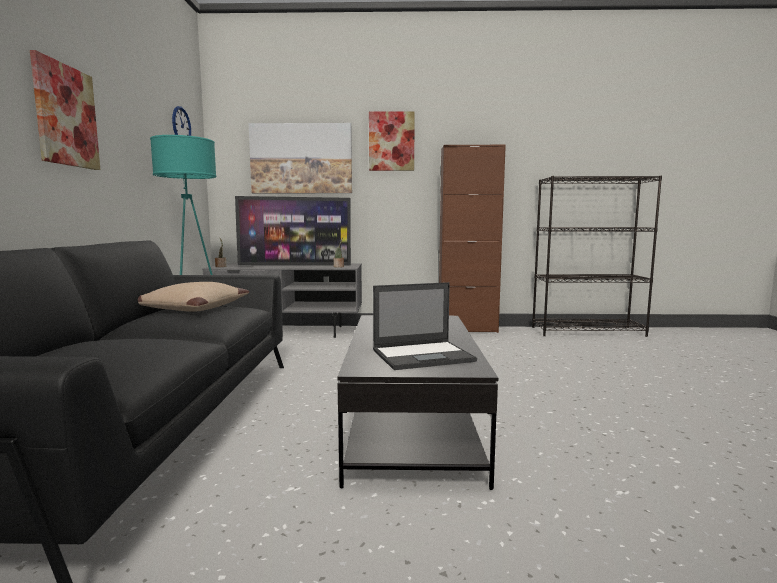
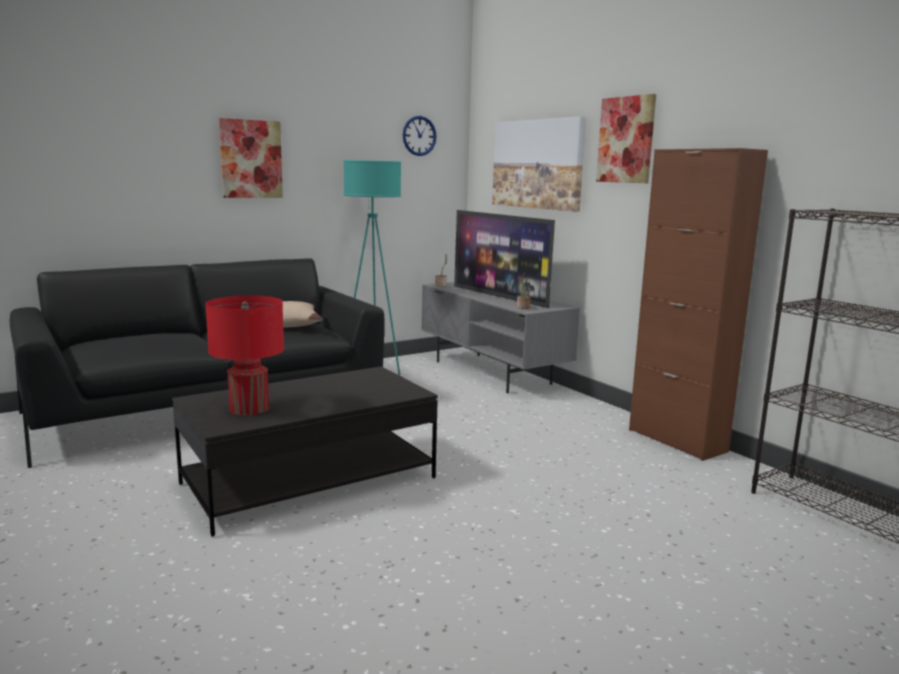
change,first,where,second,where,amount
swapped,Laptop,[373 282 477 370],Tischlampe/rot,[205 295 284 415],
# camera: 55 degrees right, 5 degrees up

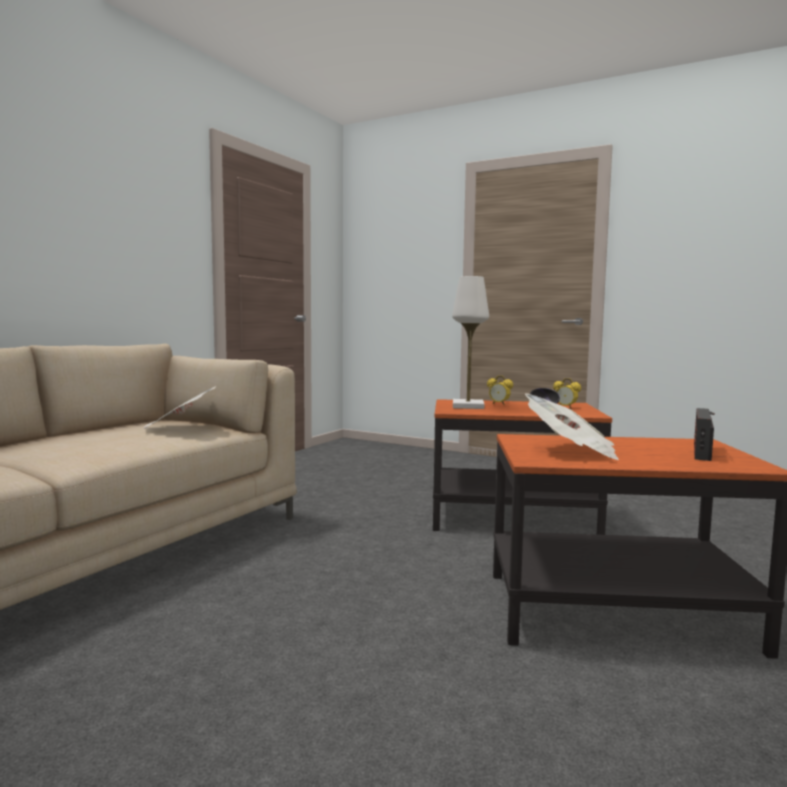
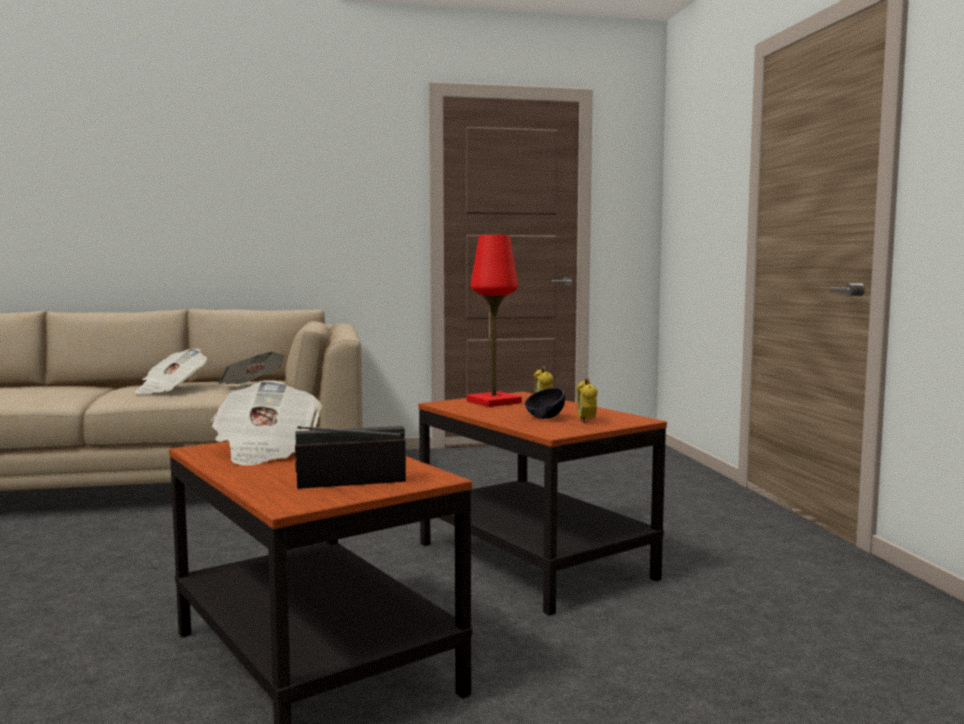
change,first,where,second,where,amount
new,,,Zeitung,[135 348 207 394],
repainted,Tischlampe/weiß,[452 276 489 409],Tischlampe/rot,[467 235 522 407],
# camera: 50 degrees right, 0 degrees up

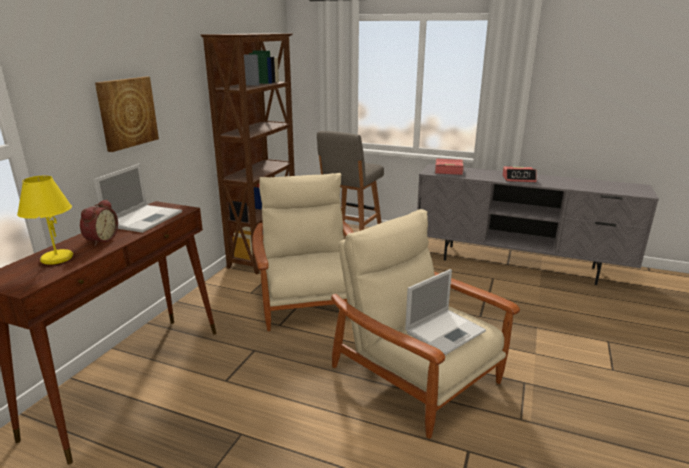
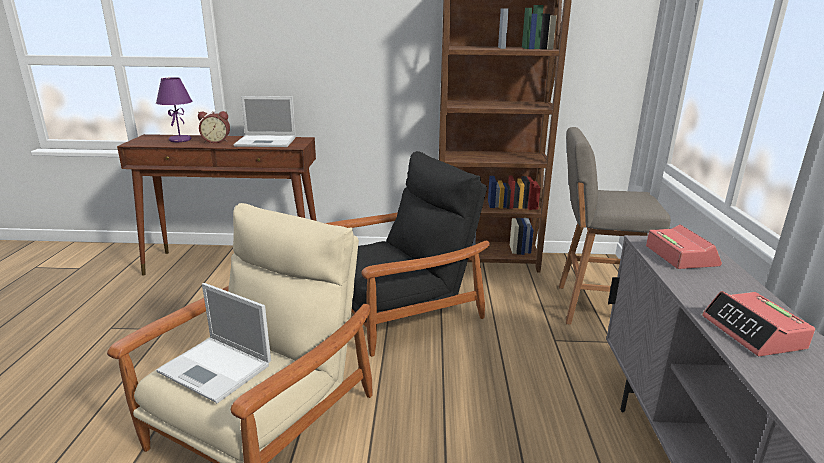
change,first,where,second,where,amount
gone,Bild,[95 77 159 152],,,
repainted,Tischlampe/gelb,[17 176 73 265],Tischlampe/lila,[156 77 193 142],
repainted,Sessel/beige,[252 173 354 331],Sessel/schwarz,[325 151 490 357],
# camera: 70 degrees right, 0 degrees up

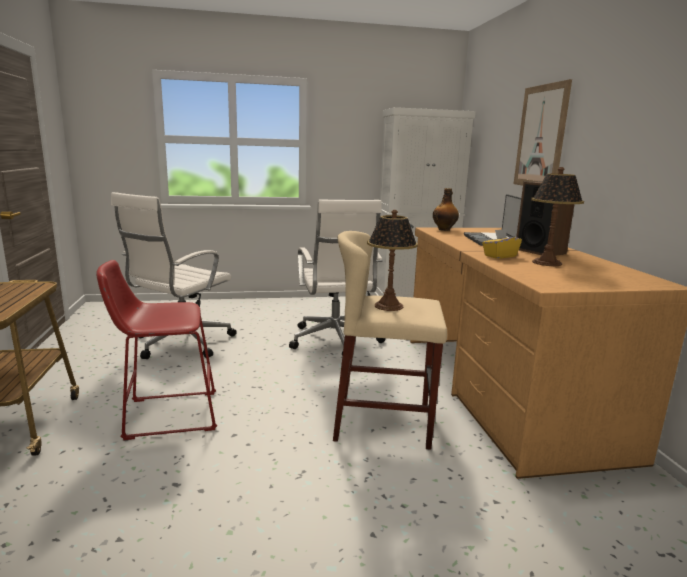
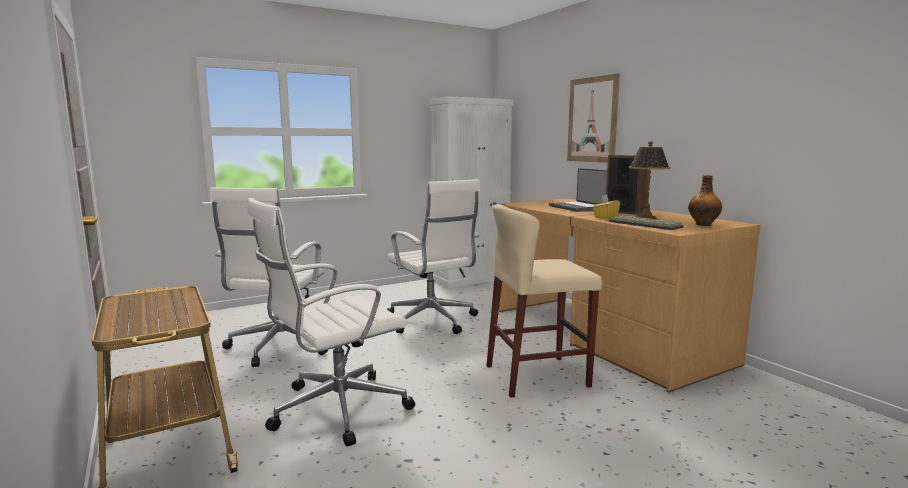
change,first,where,second,where,amount
gone,Tischlampe,[367 210 418 311],,,
new,,,Tastatur,[609 215 684 230],
shifted,Flasche,[433 188 459 231],,[688 175 722 226],
swapped,Hocker/rot,[96 260 217 440],Bürostuhl/weiß,[247 198 415 446],
# camera: 20 degrees left, 5 degrees down

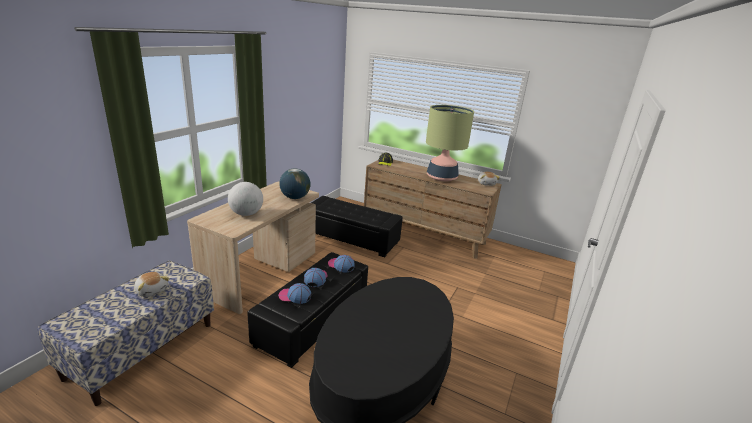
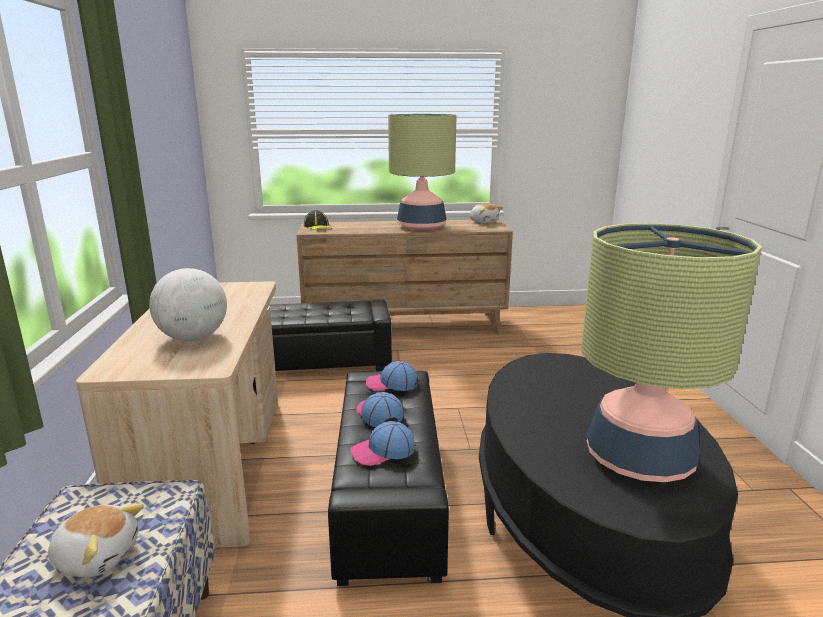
change,first,where,second,where,amount
gone,Globus,[279 169 311 199],,,
new,,,Tischlampe,[582 223 762 482],
# camera: 30 degrees left, 5 degrees down

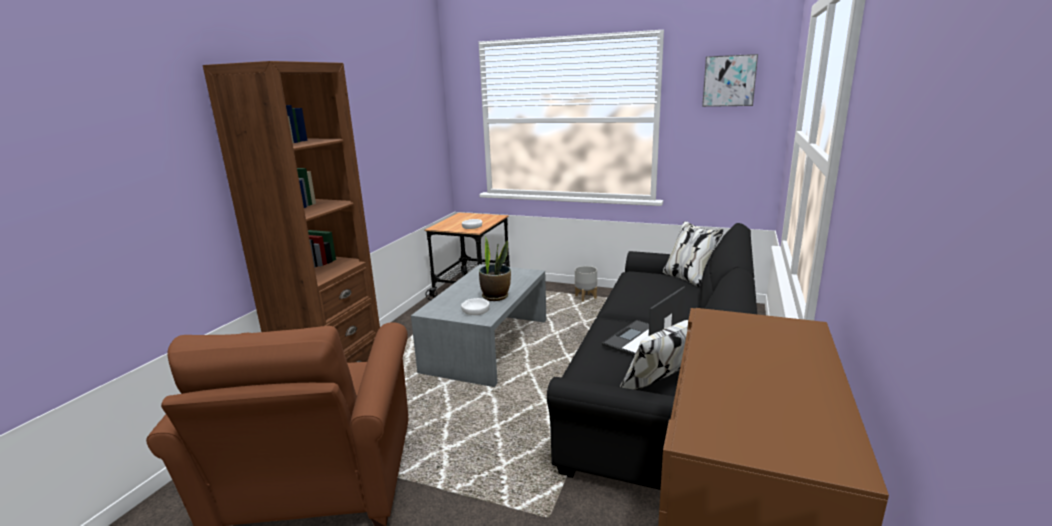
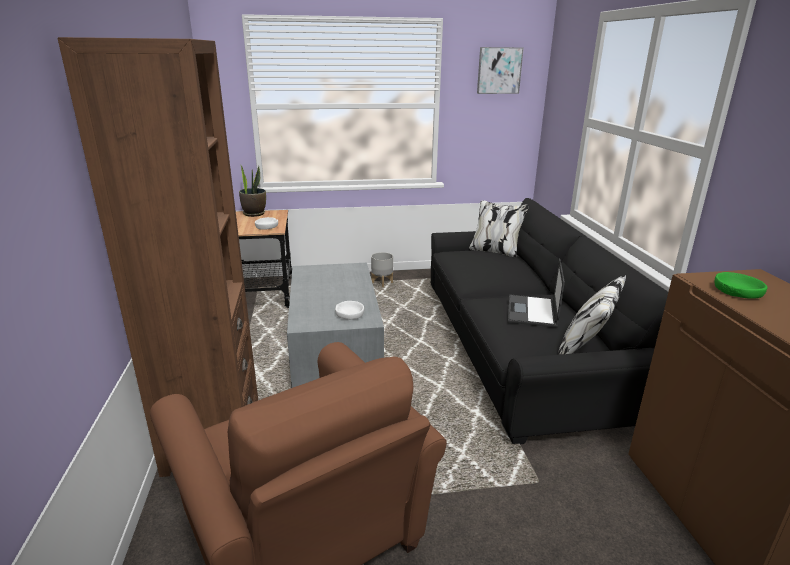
change,first,where,second,where,amount
new,,,Schüssel/grün,[715 272 767 299],
shifted,Topfpflanze,[479 237 511 301],,[239 164 266 217],
# camera: 30 degrees left, 5 degrees up

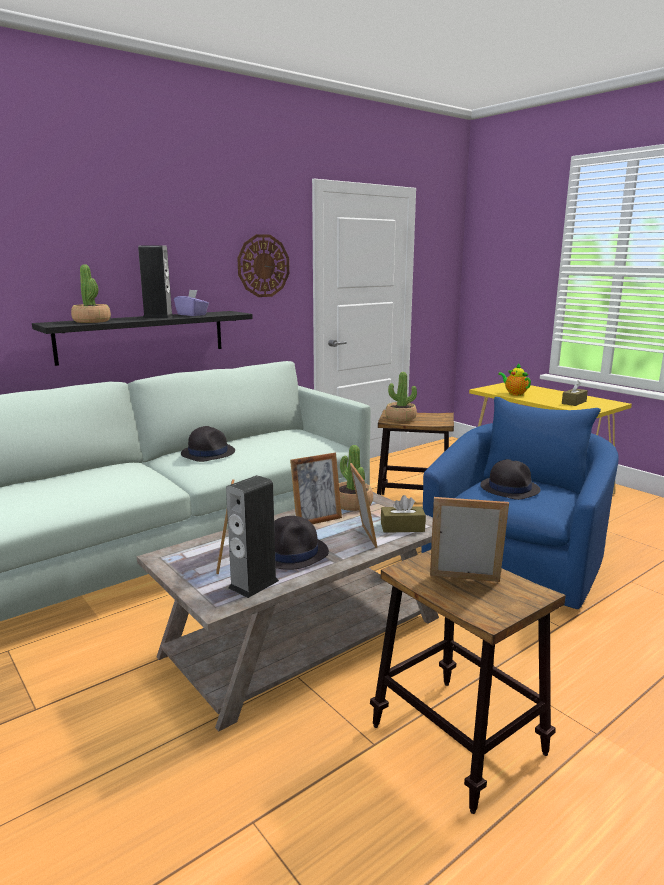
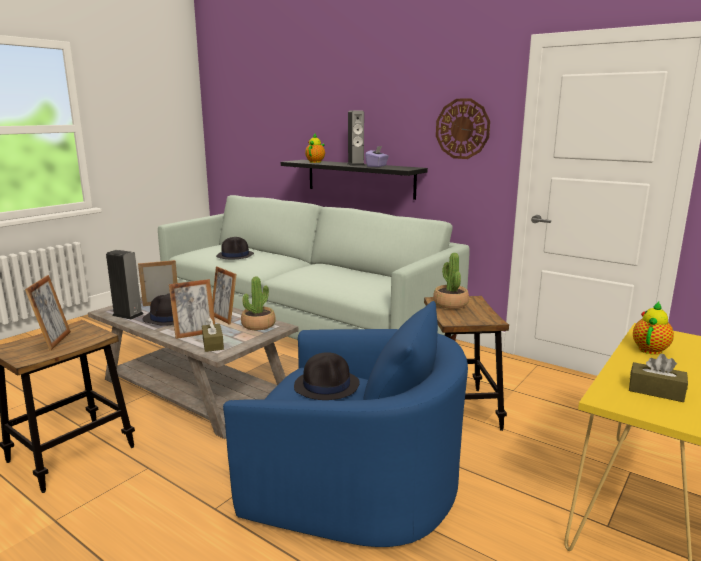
change,first,where,second,where,amount
shifted,Hut/schwarz,[181 426 235 462],,[216 237 254 259],
swapped,Topfpflanze,[71 265 111 323],Teekanne,[305 134 325 163],
# camera: 75 degrees right, 0 degrees up

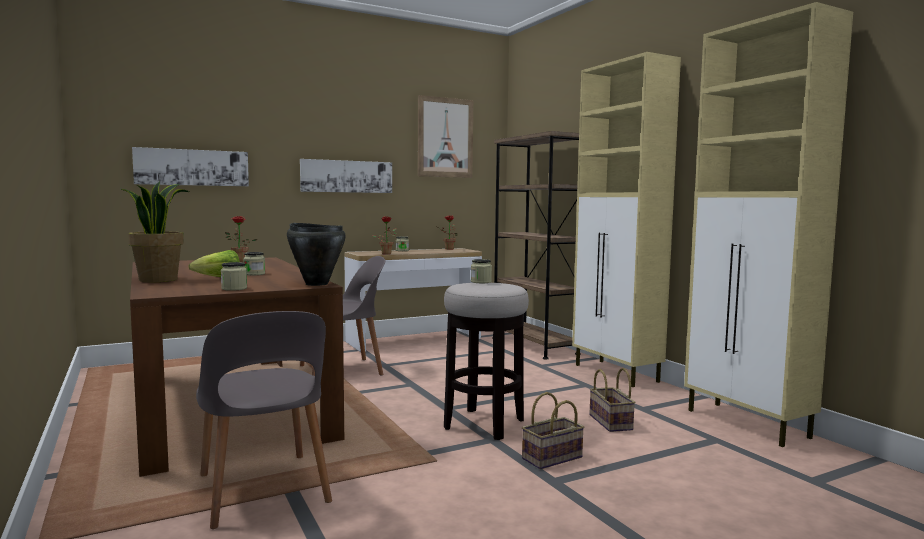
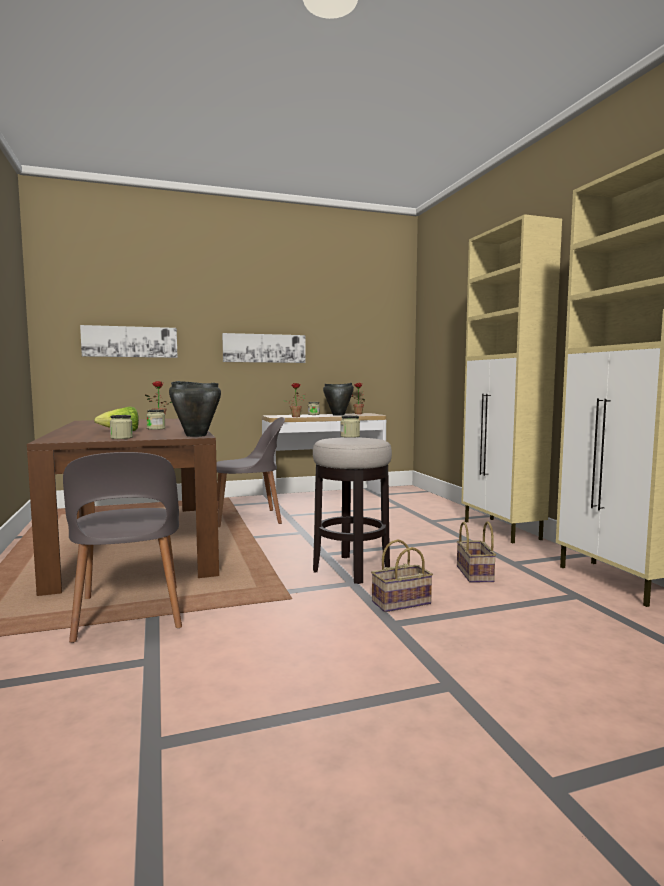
change,first,where,second,where,amount
gone,Topfpflanze,[121 181 189 282],,,
gone,Bild,[418 95 473 178],,,
gone,Bücherregal/braun,[492 131 581 360],,,
new,,,Kochtopf/schwarz,[323 383 354 416],
# camera: 10 degrees right, 0 degrees up

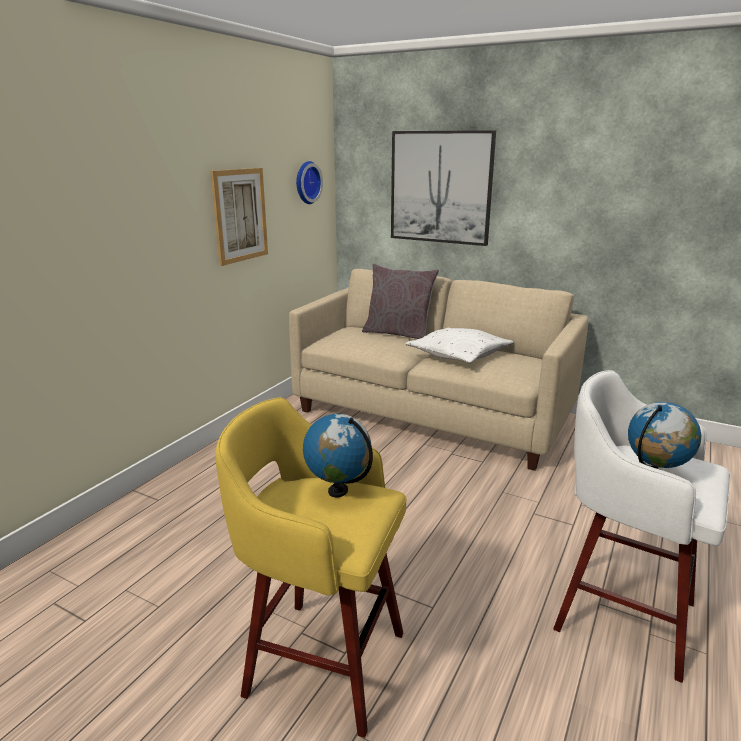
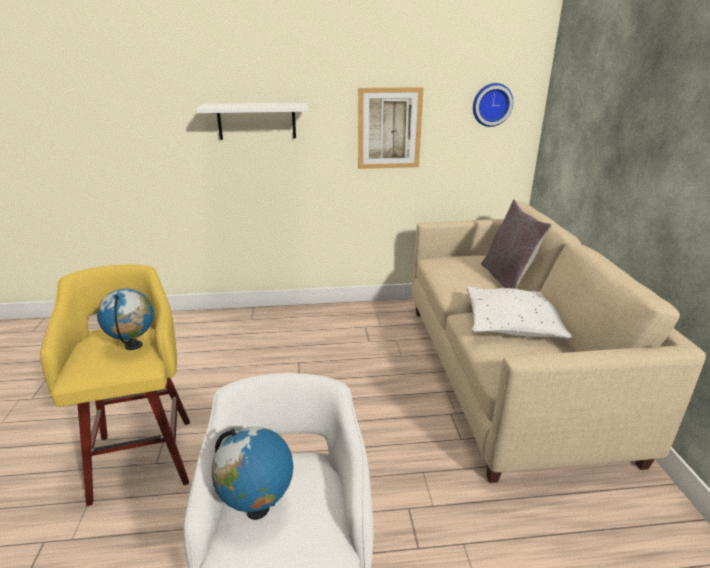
change,first,where,second,where,amount
gone,Bild,[391 130 496 246],,,
new,,,Wandregal/weiß,[196 103 308 140],
# camera: 55 degrees right, 5 degrees up

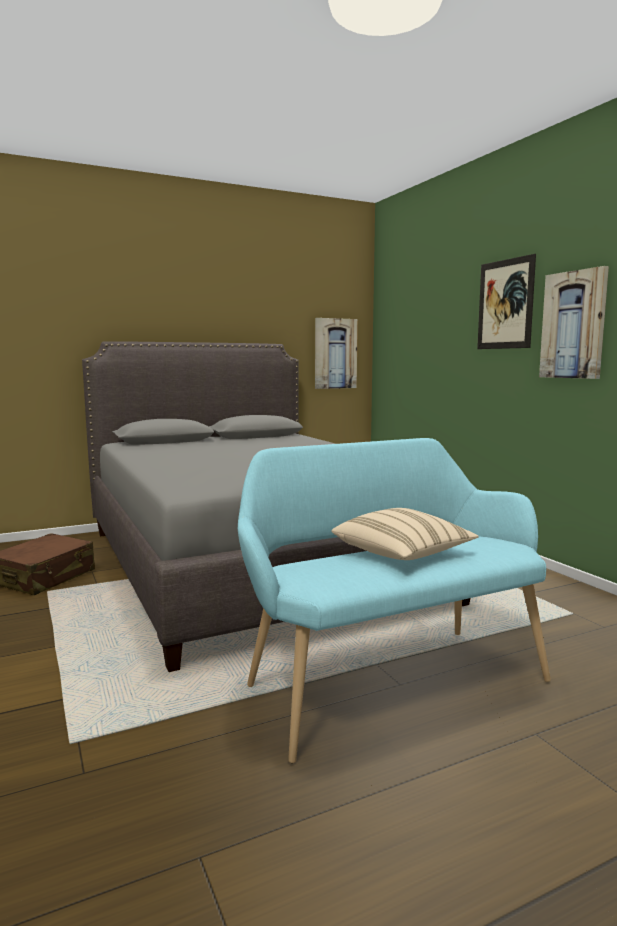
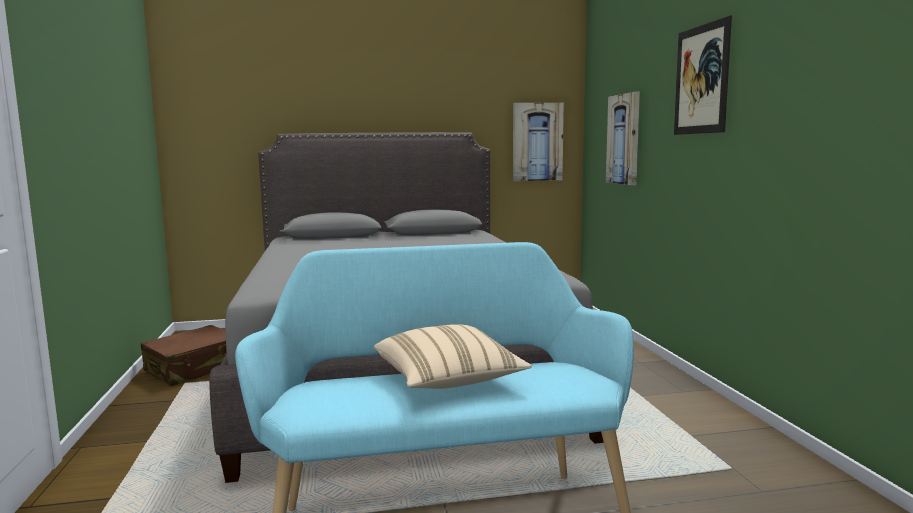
change,first,where,second,where,amount
shifted,Bild,[539 266 609 379],,[606 92 640 185],
# camera: 15 degrees right, 0 degrees up

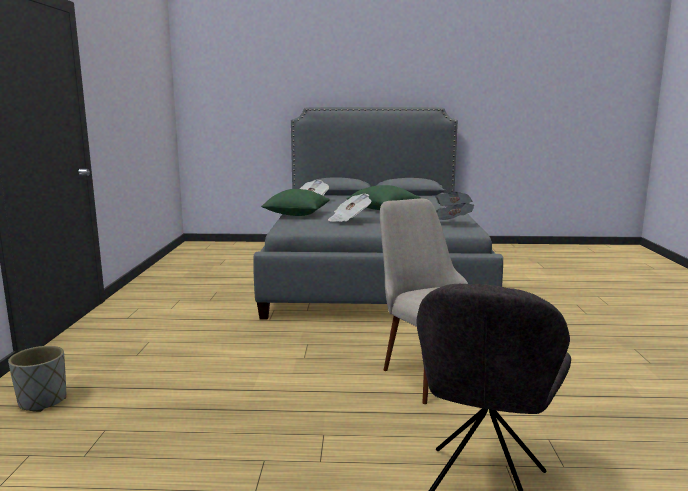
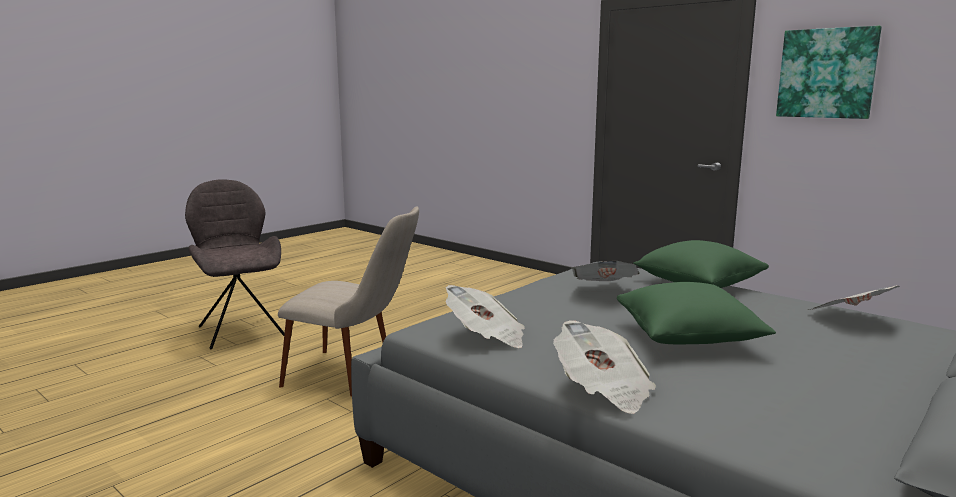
change,first,where,second,where,amount
gone,Pflanzkübel/grau,[8 346 66 412],,,
new,,,Bild,[776 26 882 119],
# camera: 130 degrees right, 0 degrees up

